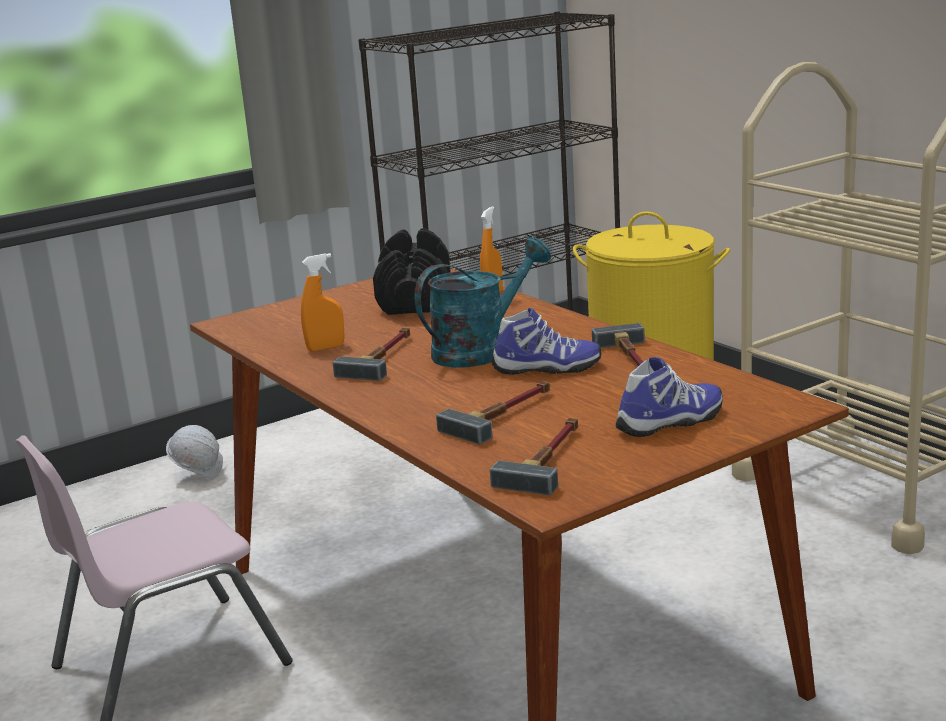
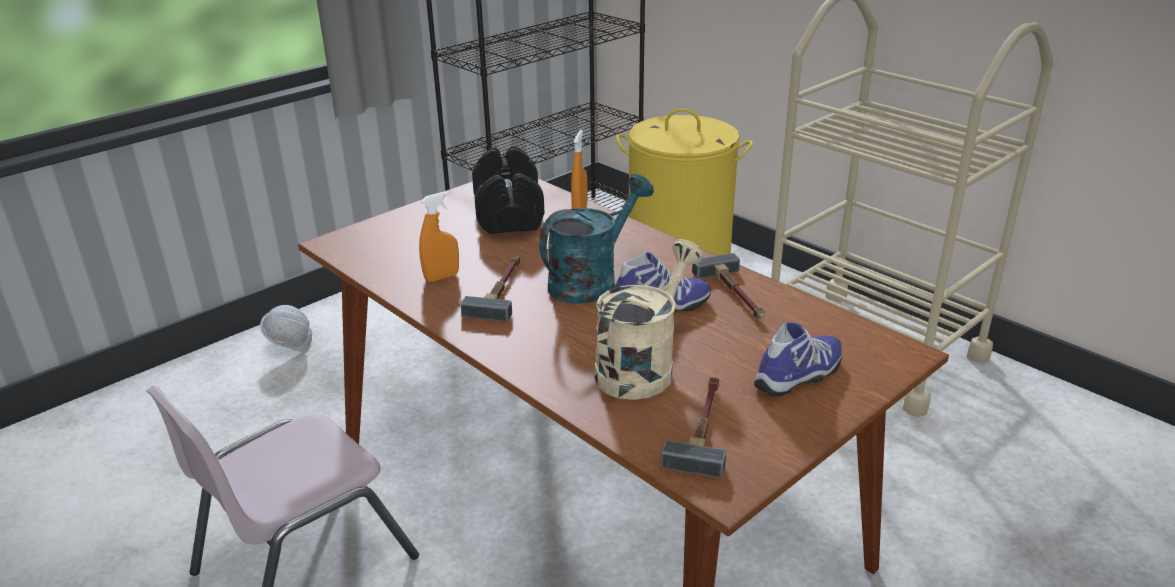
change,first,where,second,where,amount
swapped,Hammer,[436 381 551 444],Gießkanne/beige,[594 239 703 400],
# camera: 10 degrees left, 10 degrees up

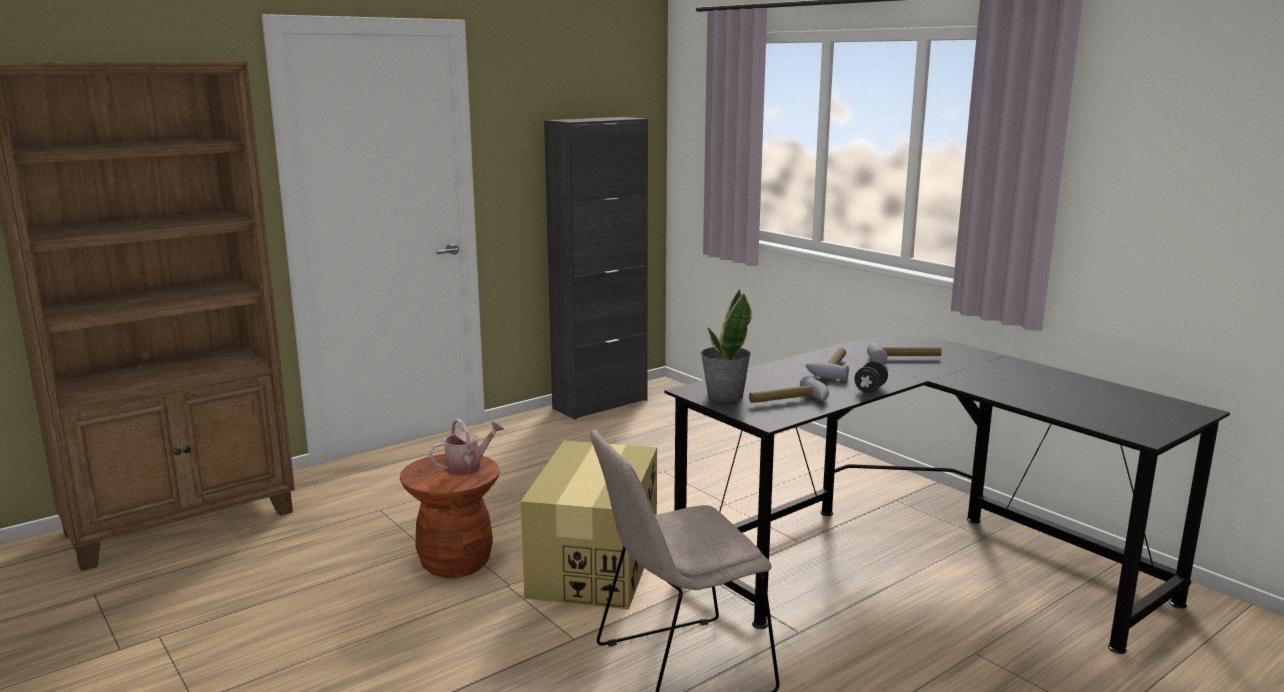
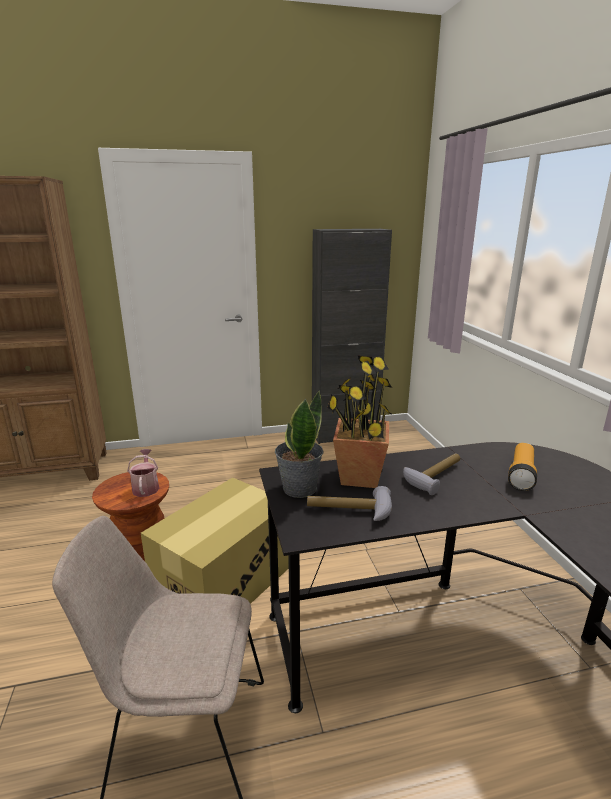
change,first,where,second,where,amount
gone,Hantel/schwarz,[854 361 888 393],,,
new,,,Topfpflanze,[327 355 393 488],
swapped,Hammer,[867 343 942 363],Taschenlampe,[508 443 537 491],
rotated,Gießkanne,[429 419 505 476],,[127 449 159 497],90 degrees counterclockwise
# camera: 25 degrees right, 5 degrees up

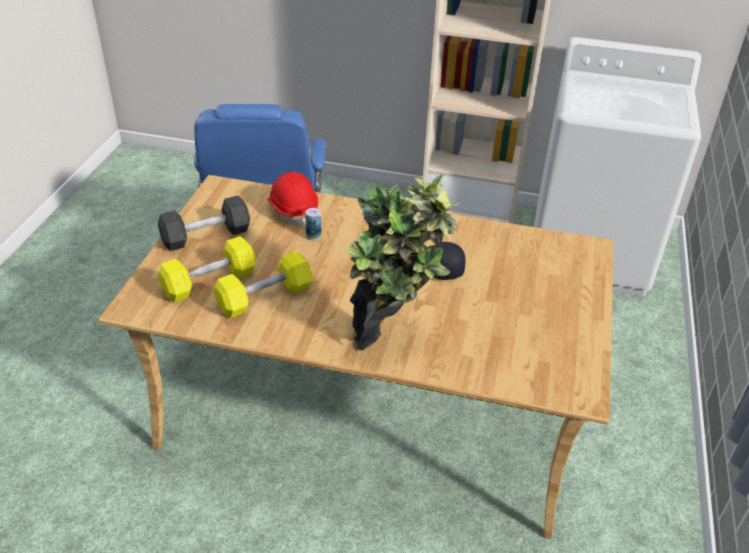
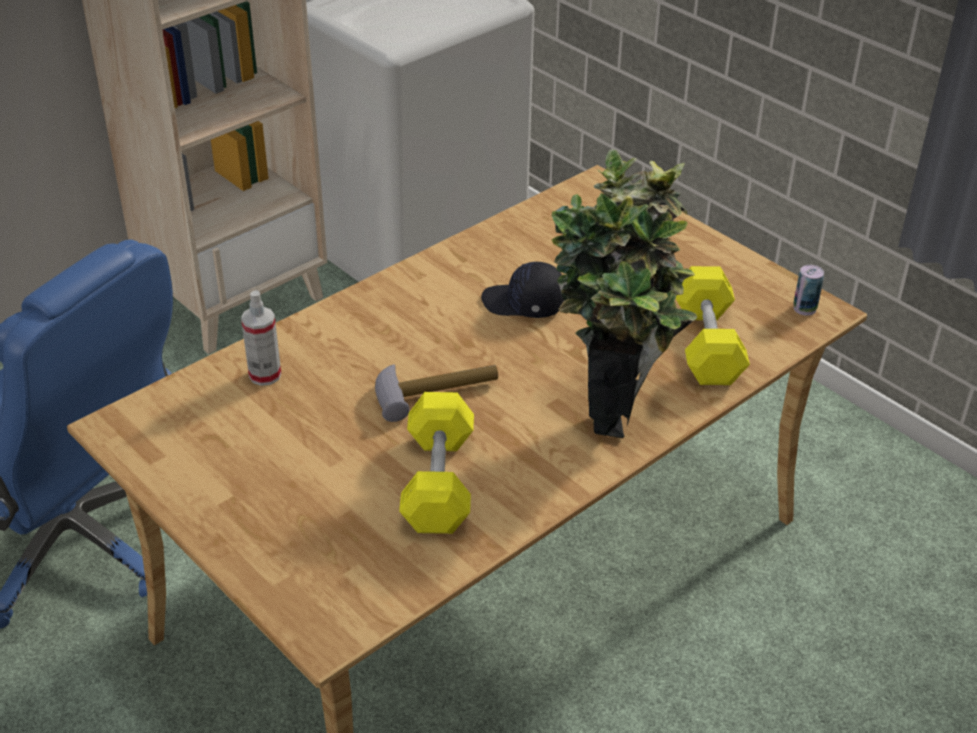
change,first,where,second,where,amount
gone,Hantel/grau,[158 196 250 251],,,
new,,,Hammer,[375 365 498 422],
shifted,Hantel/gelb,[158 236 256 303],,[676 266 750 385],
shifted,Dose,[305 208 321 241],,[793 265 824 316],
swapped,Schutzhelm/rot,[267 172 318 225],Sprühflasche,[241 290 281 386],
# camera: 55 degrees left, 0 degrees up

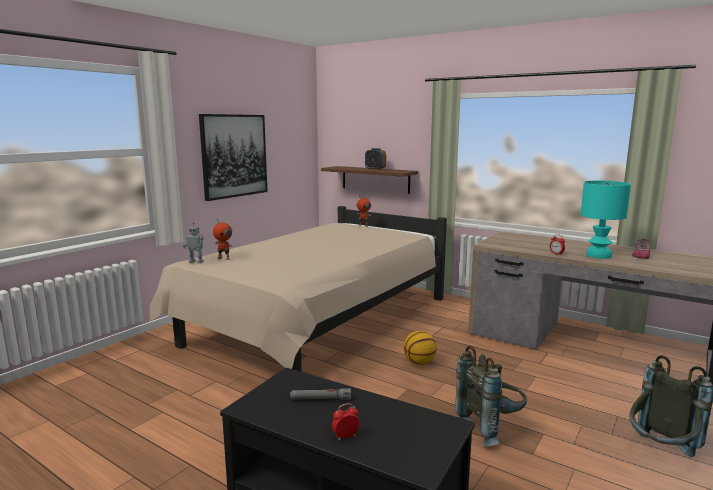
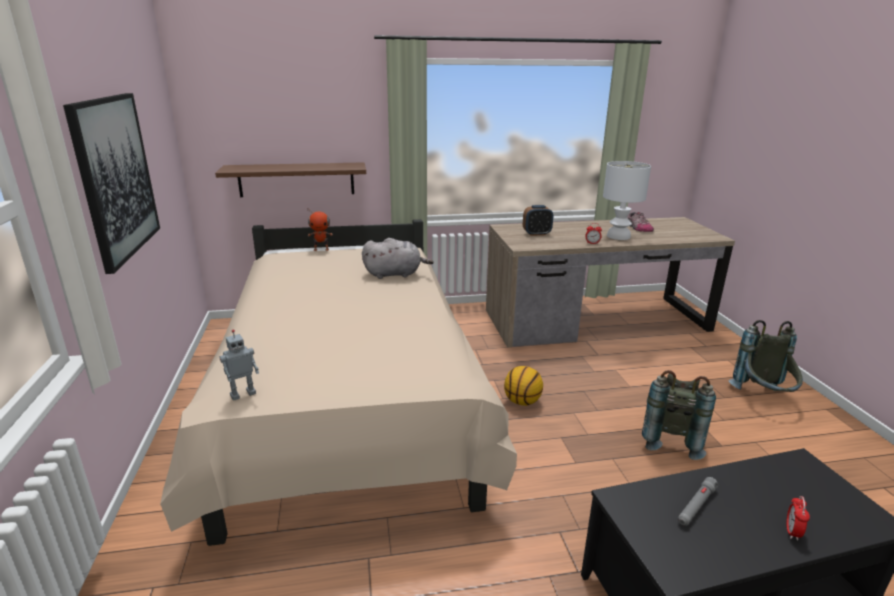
change,first,where,second,where,amount
gone,Spielzeugroboter,[213 219 233 260],,,
new,,,Plüschtier/grau,[362 238 434 279],
shifted,Wecker,[365 148 386 170],,[523 205 553 236],
repainted,Tischlampe/türkis,[581 181 631 259],Tischlampe/weiß,[603 161 651 240],
# camera: 45 degrees left, 10 degrees up

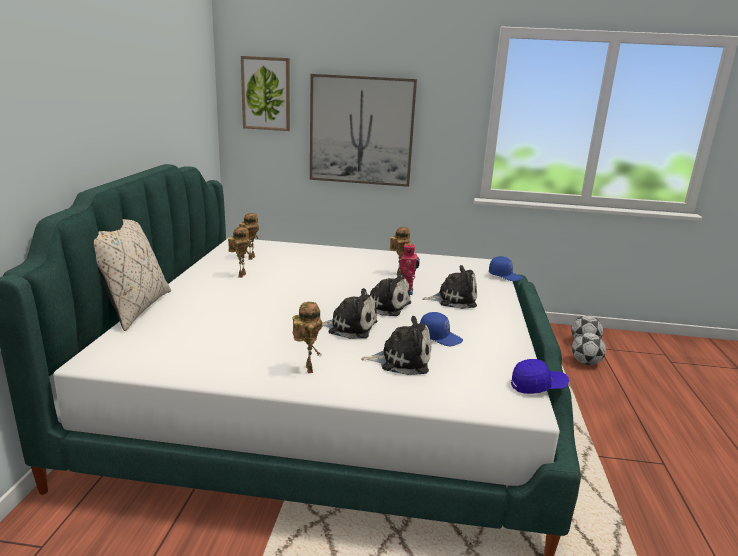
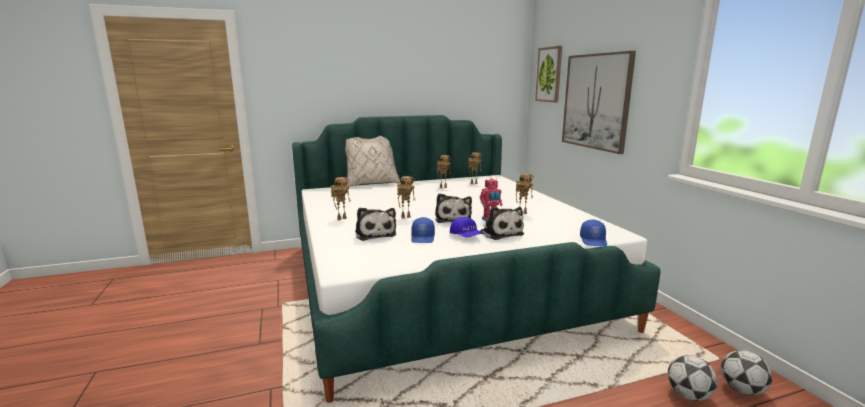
change,first,where,second,where,amount
shifted,Kappe/blau,[511 359 569 394],,[450 217 483 238],
swapped,Plüschtier,[322 288 377 339],Spielzeugroboter,[397 176 415 218],
# camera: 65 degrees right, 5 degrees down

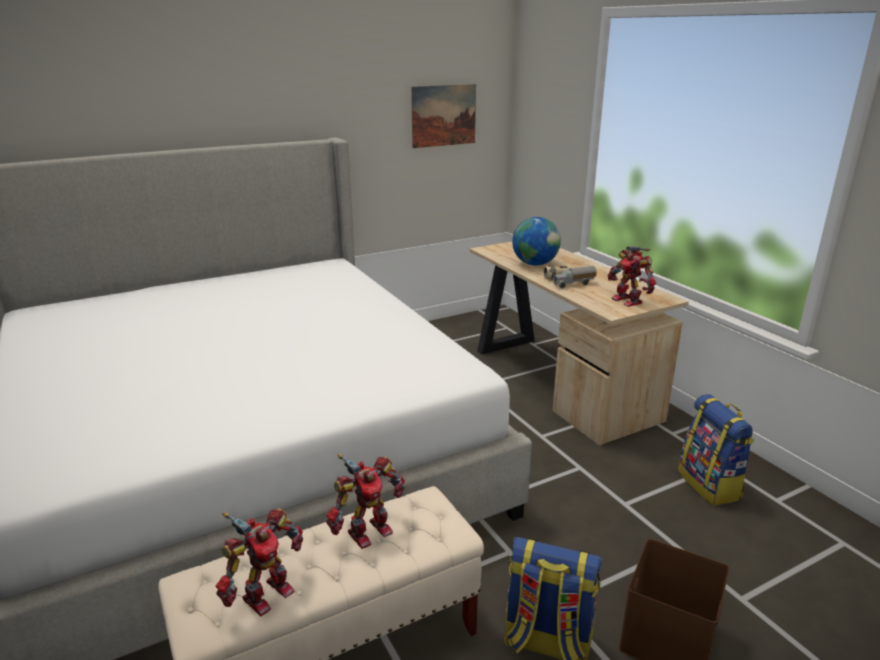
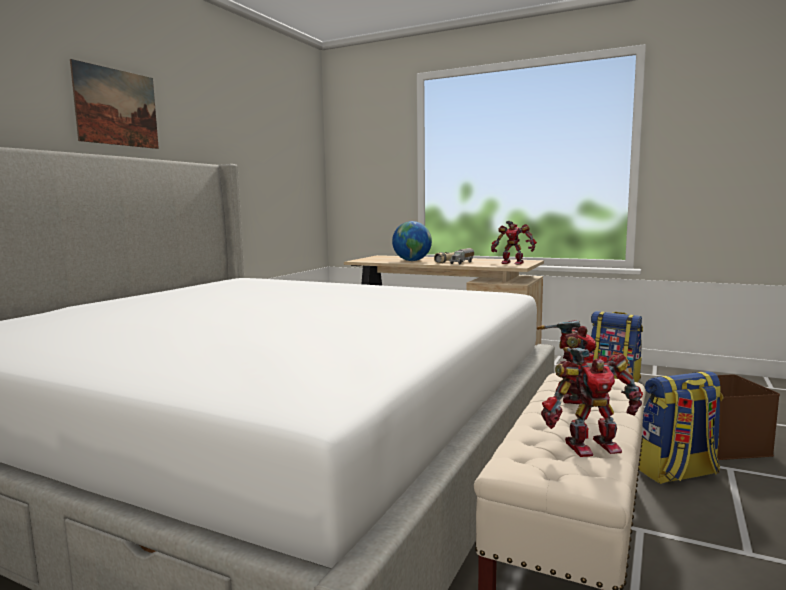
change,first,where,second,where,amount
shifted,Bild,[411 84 476 148],,[70 59 159 149],
rotated,Spielzeugroboter,[215 508 303 616],,[541 347 643 457],75 degrees clockwise
# camera: 35 degrees left, 15 degrees down

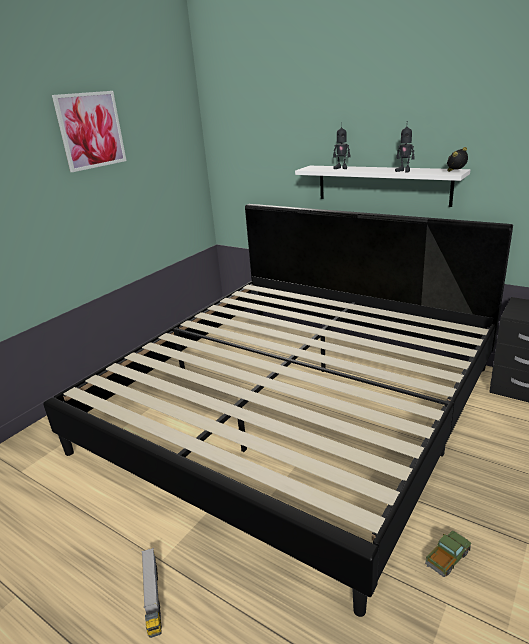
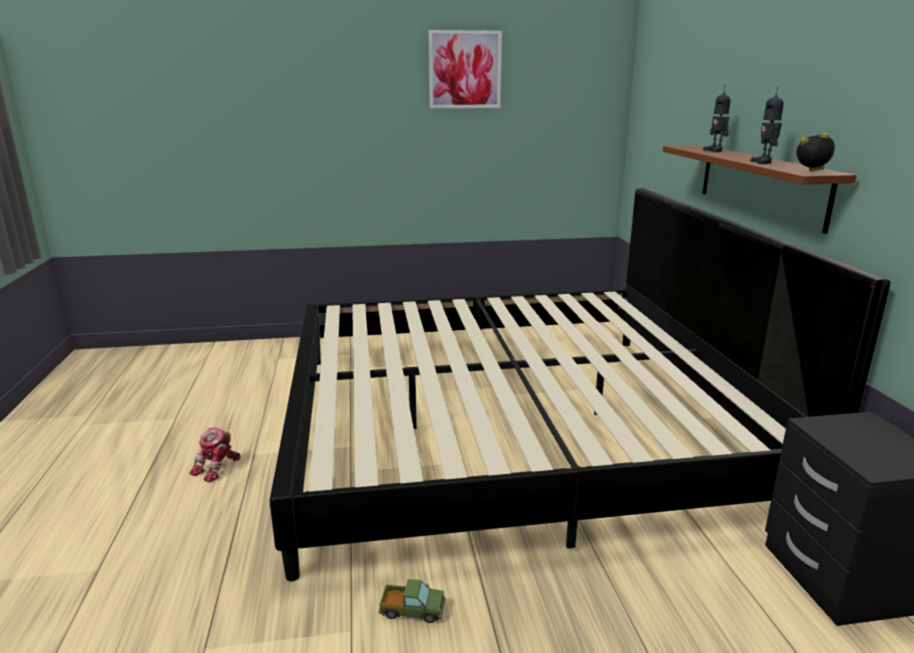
change,first,where,second,where,amount
swapped,Spielzeuglaster,[141 548 162 638],Spielzeugroboter,[189 427 241 483],
repainted,Wandregal/weiß,[295 166 470 207],Wandregal/braun,[663 145 857 234],
# camera: 45 degrees right, 5 degrees down

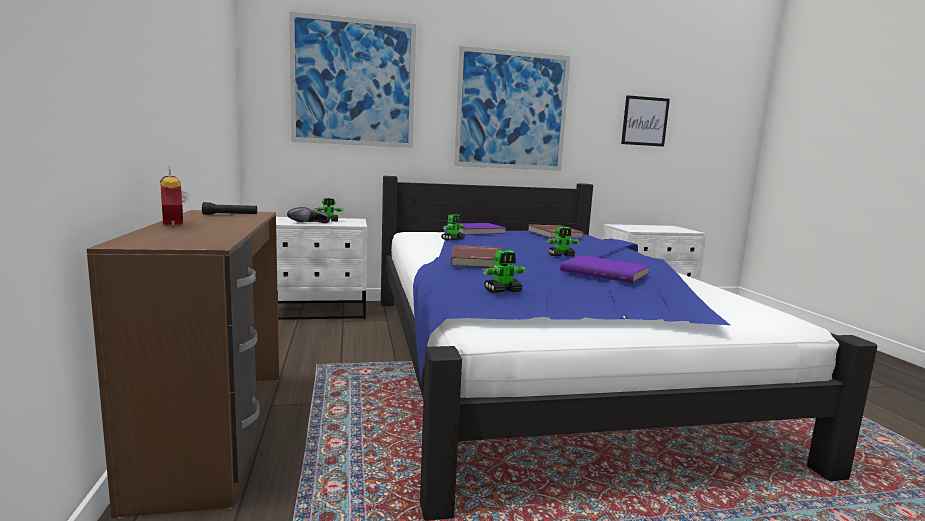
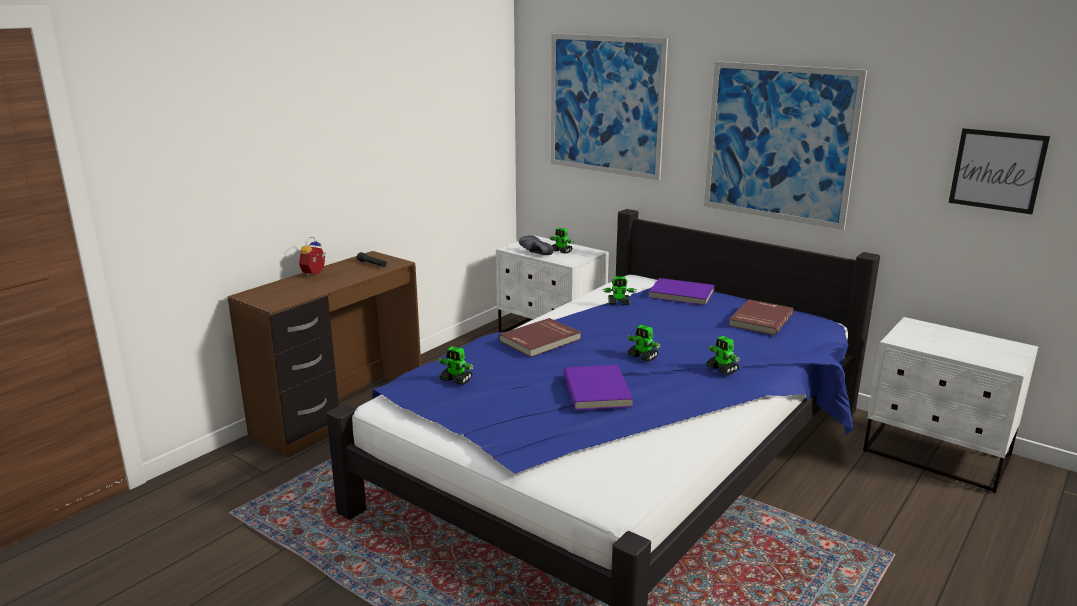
change,first,where,second,where,amount
new,,,Spielzeugroboter,[706 336 740 375],
# camera: 50 degrees right, 10 degrees up

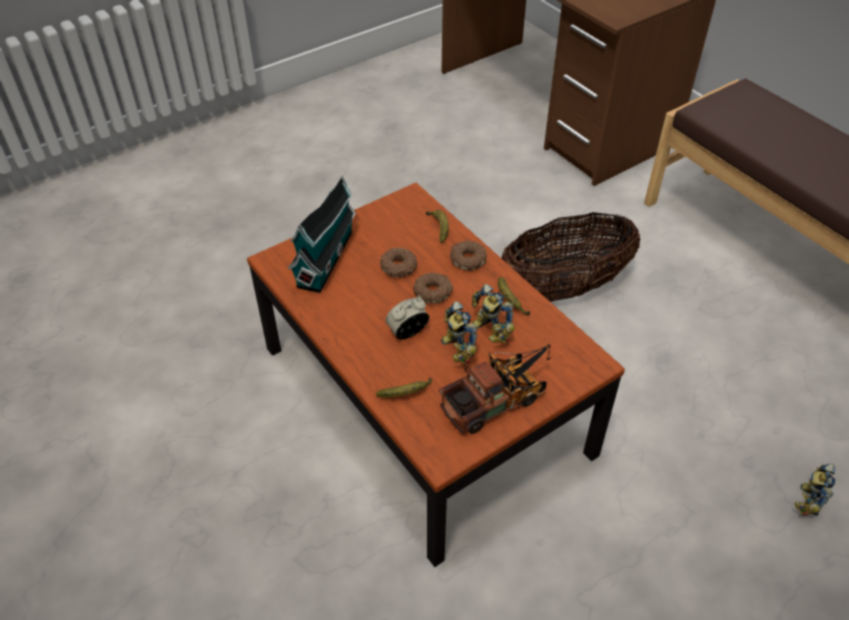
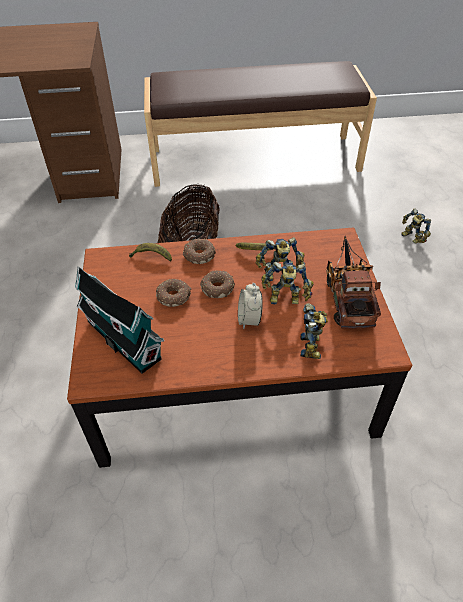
change,first,where,second,where,amount
swapped,Banane,[376 377 432 398],Spielzeugroboter,[300 303 328 359],
# camera: 60 degrees left, 0 degrees up

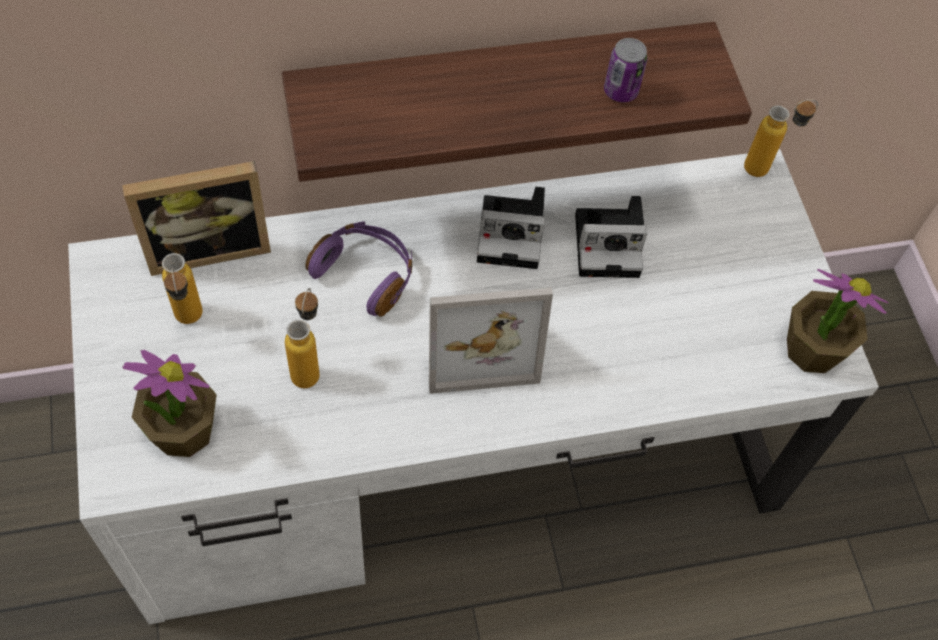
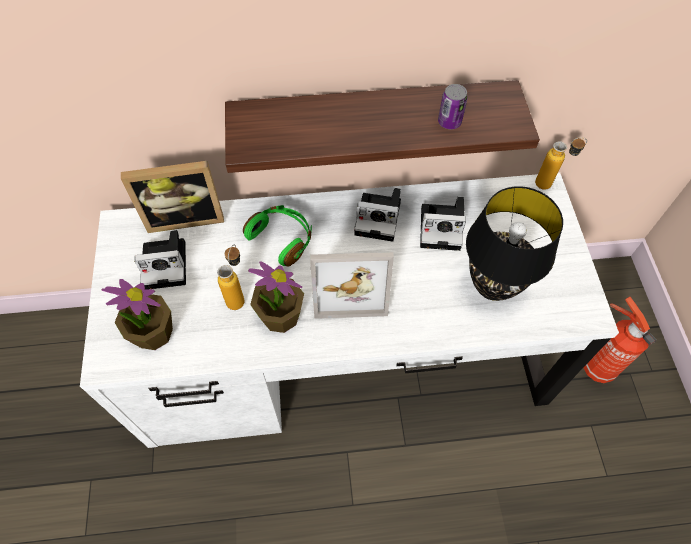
change,first,where,second,where,amount
new,,,Tischlampe/schwarz,[466 186 563 301],
new,,,Feuerlöscher,[584 297 656 383],
shifted,Topfpflanze,[787 269 888 373],,[248 262 304 333],
swapped,Flasche,[162 253 202 324],Kamera,[134 230 186 289],
repainted,Kopfhörer/lila,[305 221 412 316],Kopfhörer/grün,[243 205 312 267],
# camera: 10 degrees right, 0 degrees up

